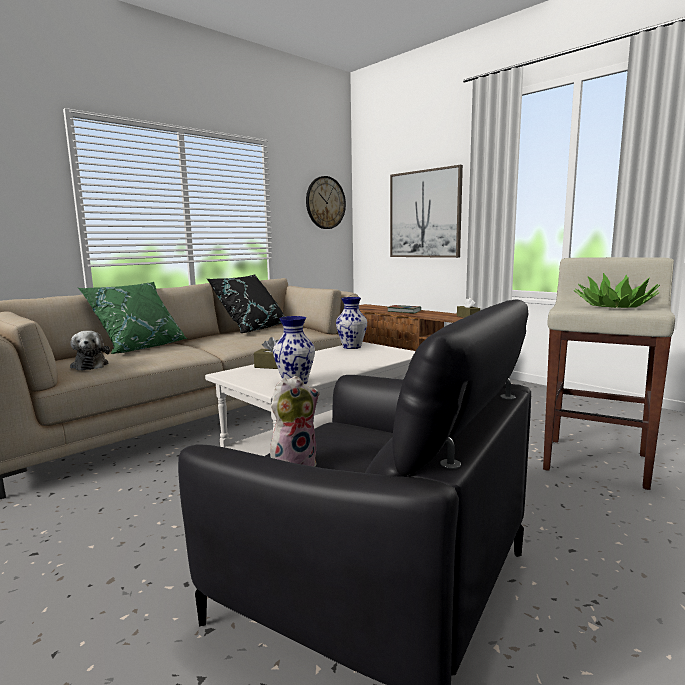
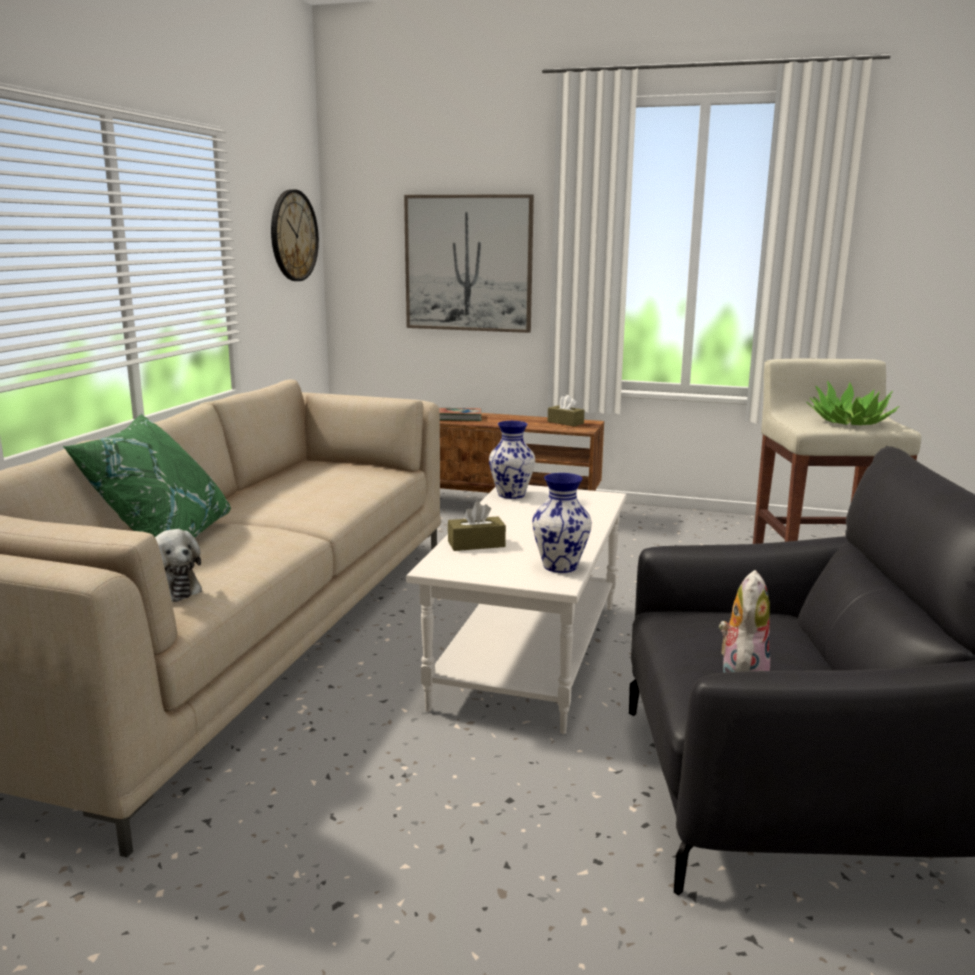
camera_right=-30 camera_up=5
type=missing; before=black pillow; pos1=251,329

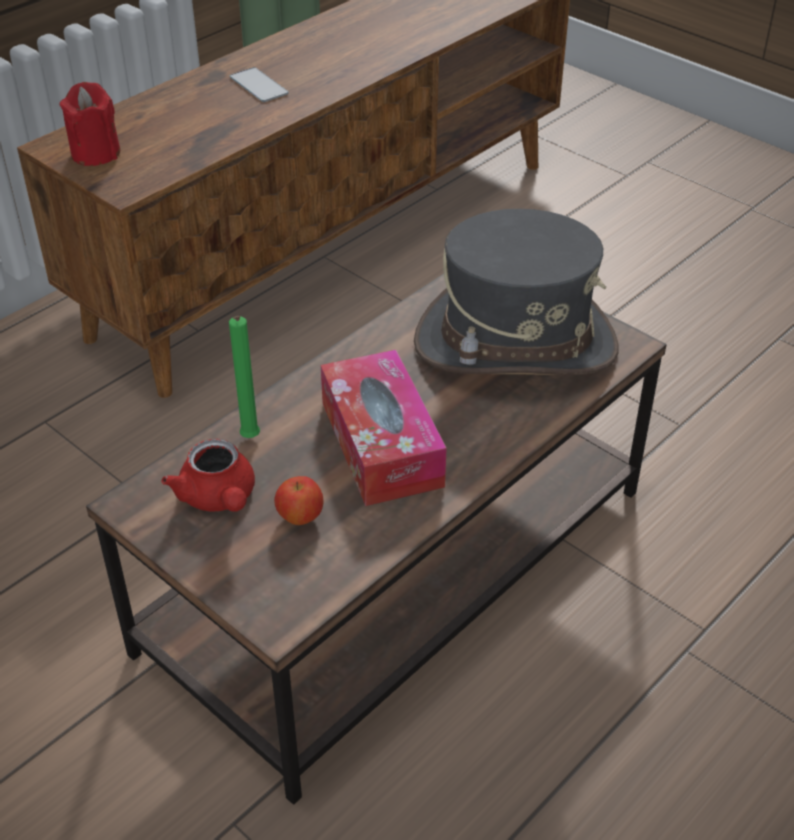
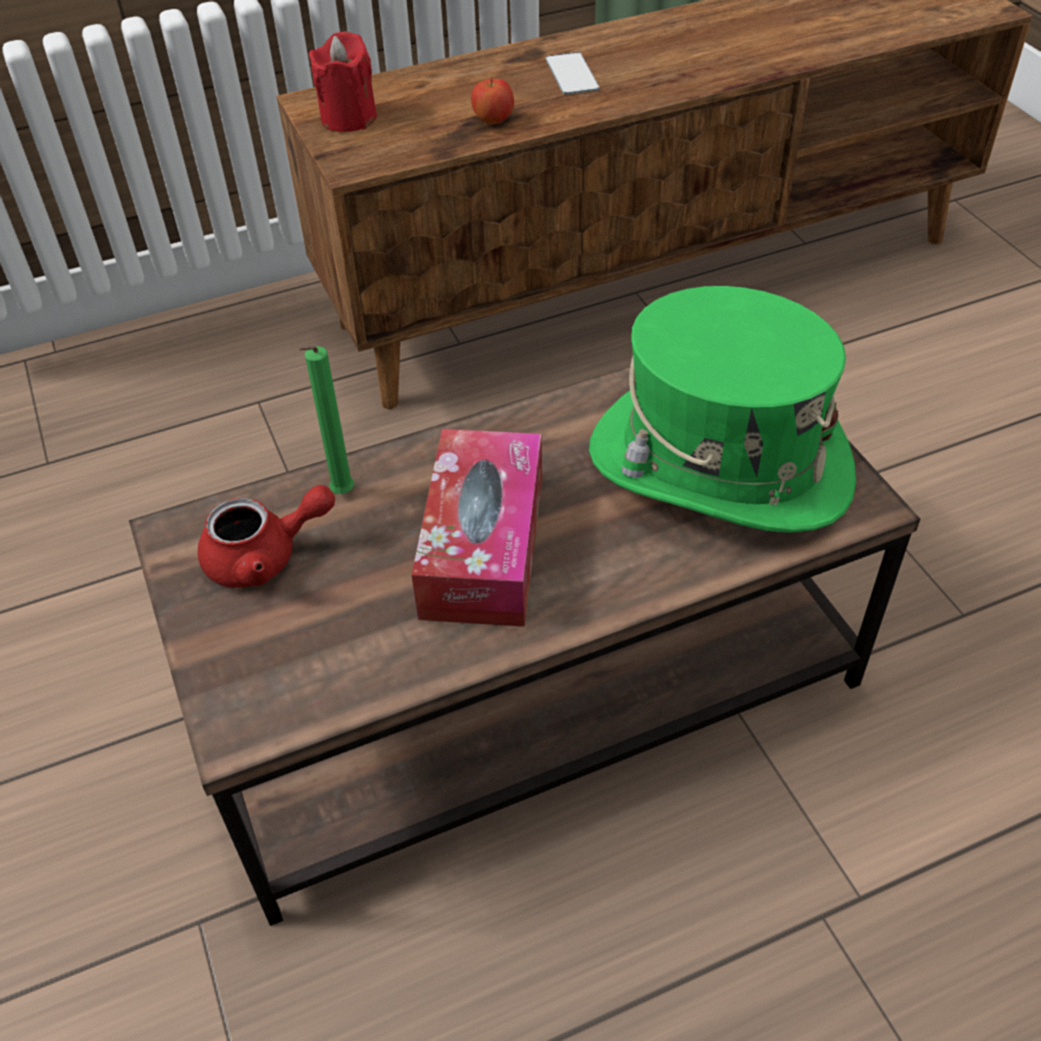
camera_right=25 camera_up=5
type=spun; before=red teapot; pos1=219,498; pos2=265,557; turn=-105
type=relocated; before=apple; pos1=300,517; pos2=493,121
type=colour; before=grey hat; after=green hat; pos1=515,344; pos2=718,464

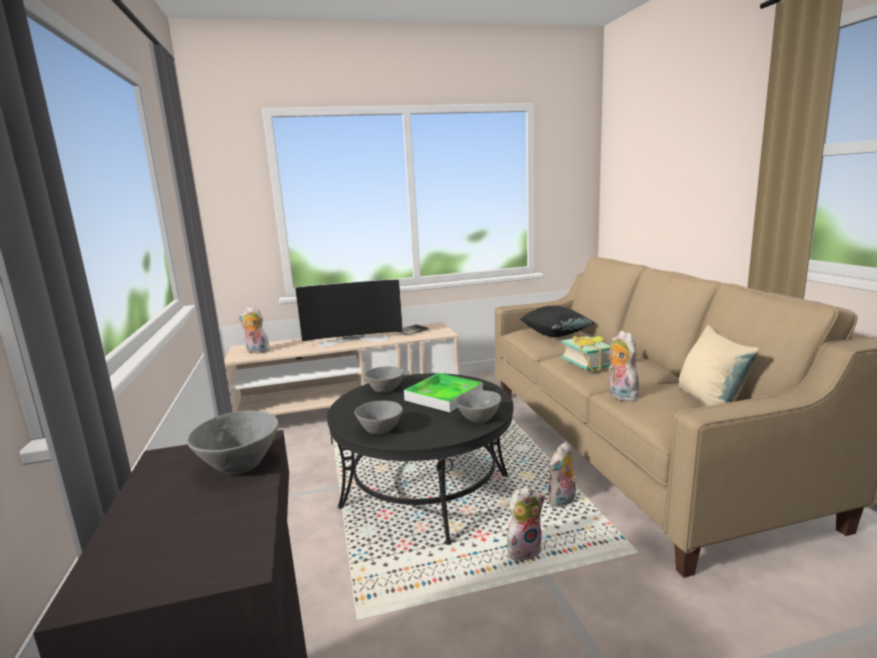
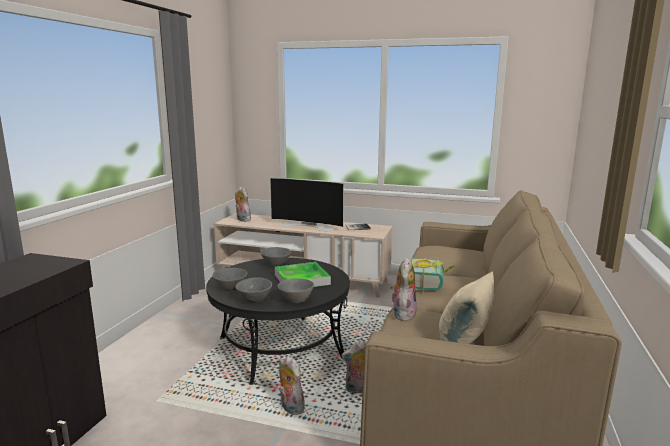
camera_right=30 camera_up=0
type=relocated; before=grey bowl; pos1=237,466; pos2=253,300
type=spun; before=plush toy; pos1=524,549; pos2=290,407; turn=-135
type=missing; before=black pillow; pos1=555,334

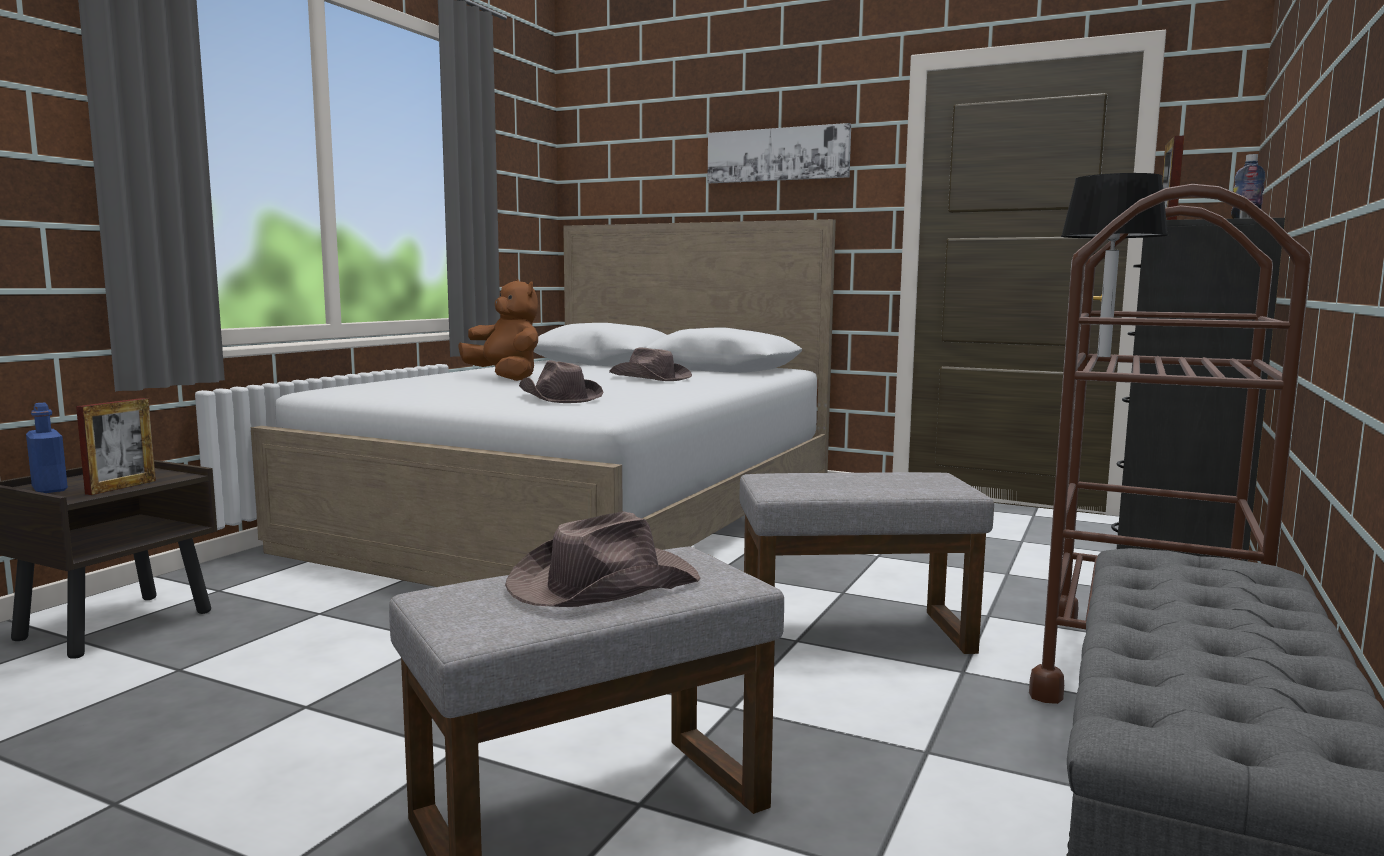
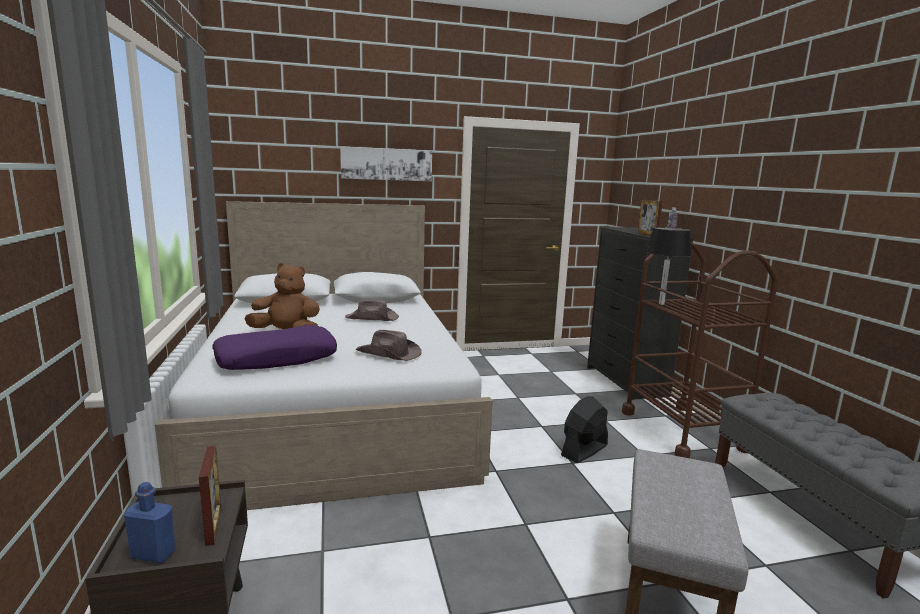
camera_right=-40 camera_up=5
type=appeared; after=purple pillow; pos2=277,359
type=exchanged; before=grey ottoman; after=black fan; pos1=852,635; pos2=584,450
type=missing; before=brown hat; pos1=601,584

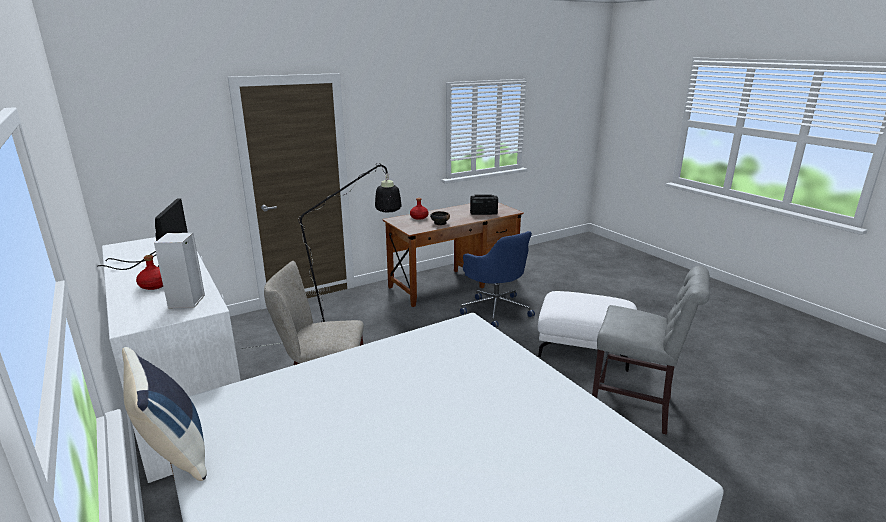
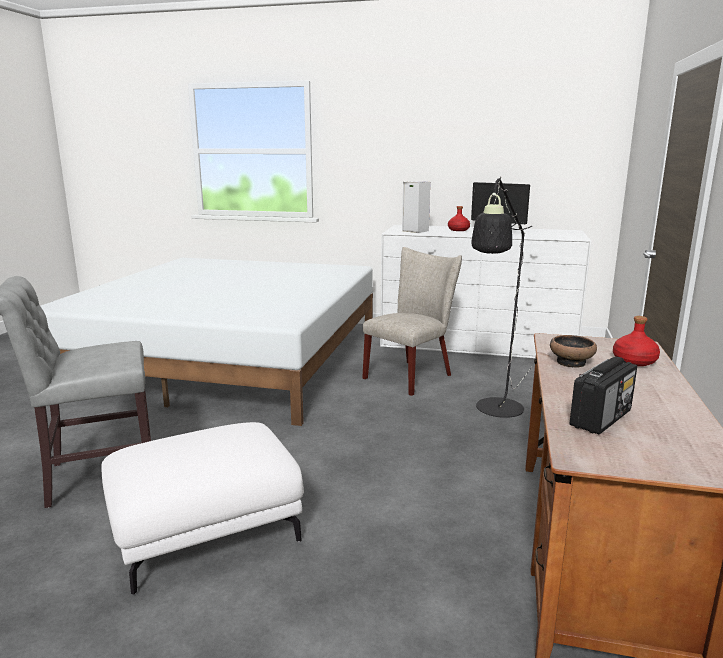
camera_right=135 camera_up=-5
type=missing; before=blue pillow; pos1=173,452
type=missing; before=blue office chair; pos1=495,309

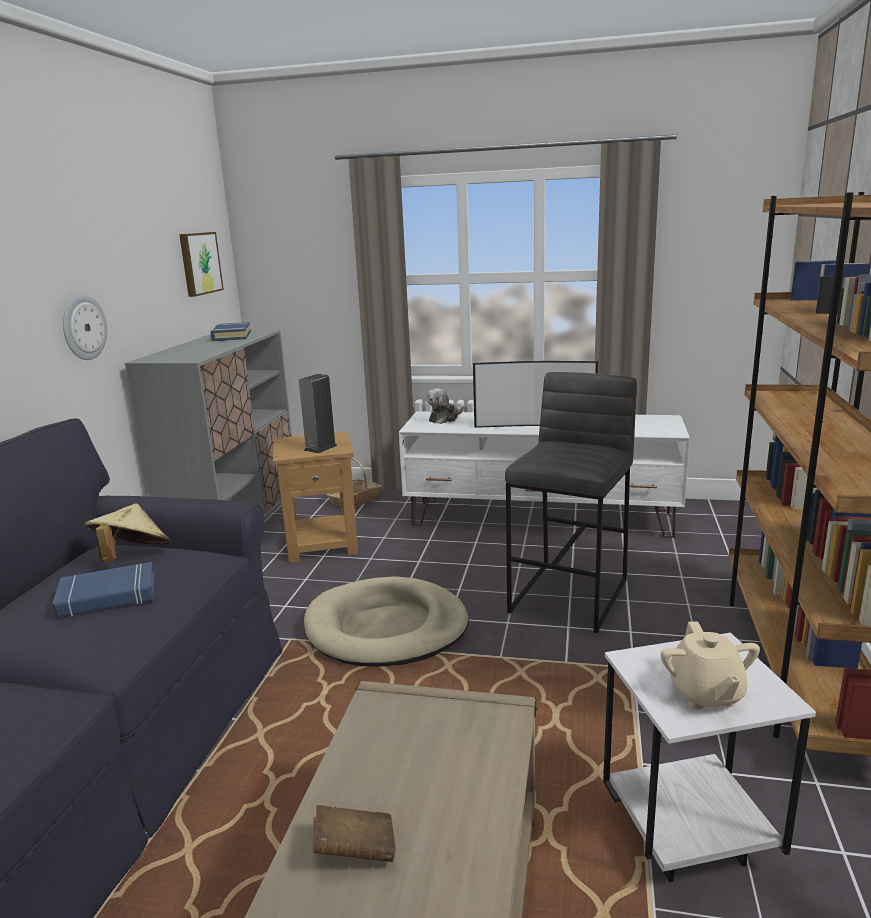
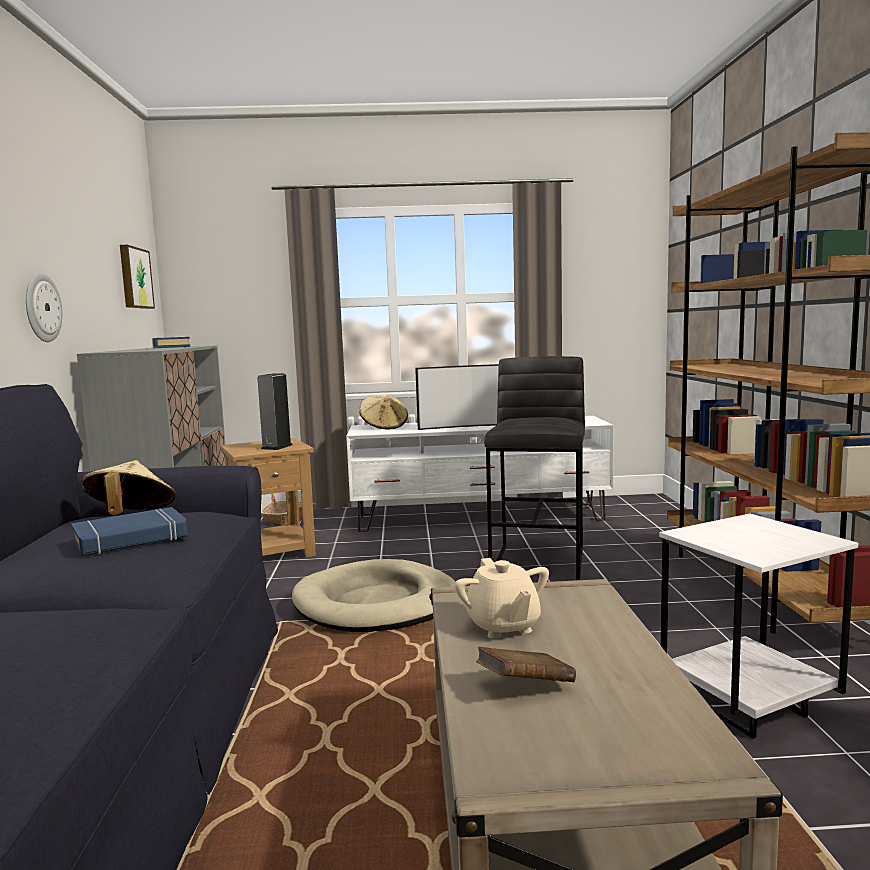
camera_right=-15 camera_up=-10
type=exchanged; before=plush toy; after=beige hat; pos1=445,418; pos2=384,427
type=relocated; before=beige teapot; pos1=705,694; pos2=503,626

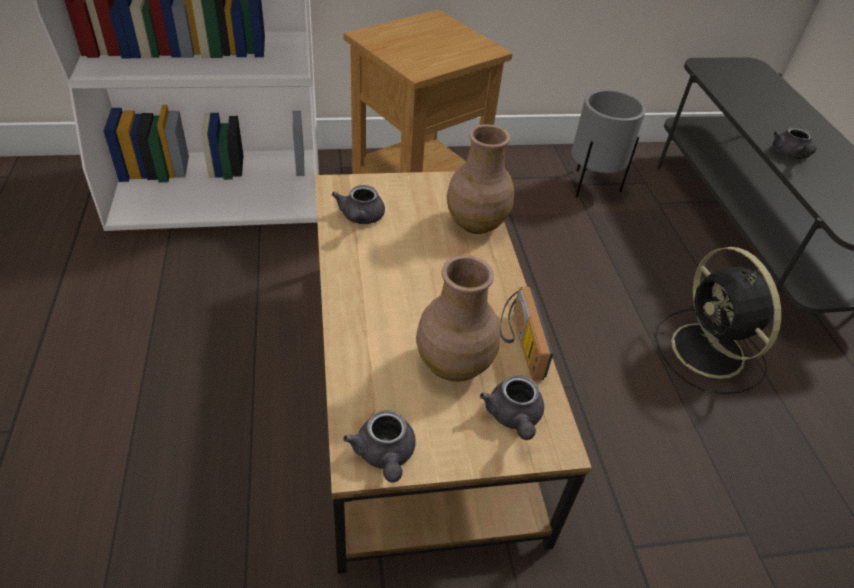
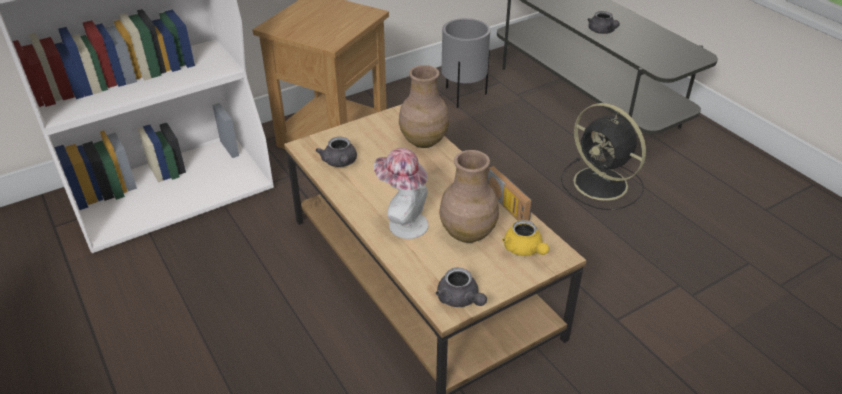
camera_right=-20 camera_up=-5
type=appeared; after=hat; pos2=403,224
type=colour; before=grey teapot; after=yellow teapot; pos1=514,418; pos2=524,250

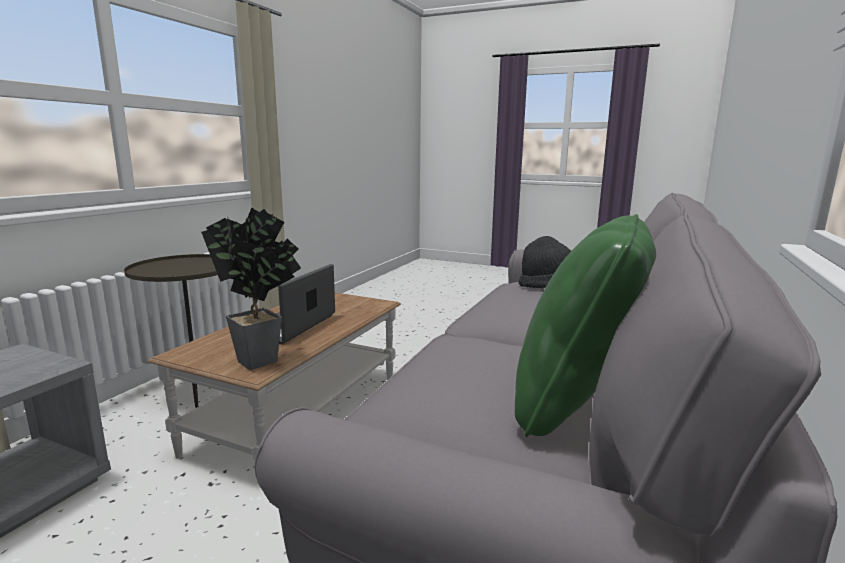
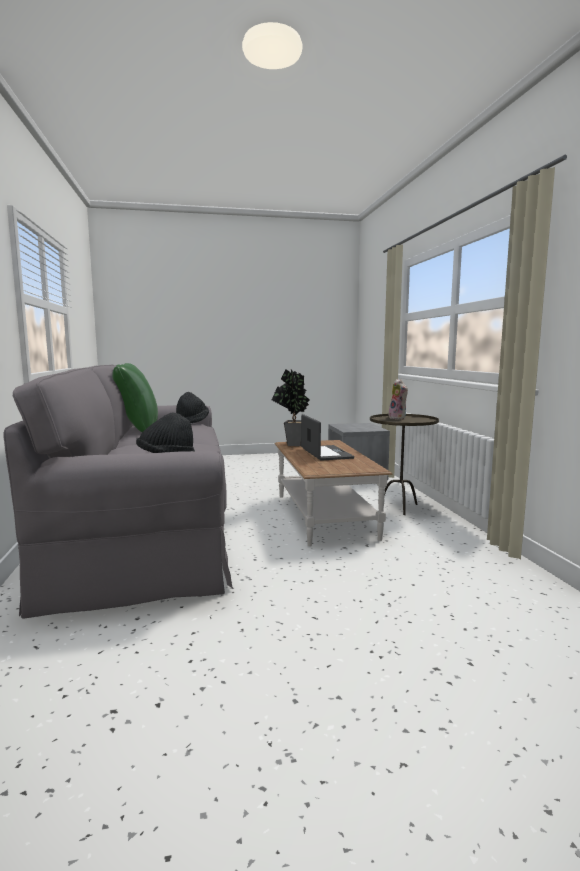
camera_right=145 camera_up=-5
type=appeared; after=black hat; pos2=192,421
type=appeared; after=plush toy; pos2=398,418

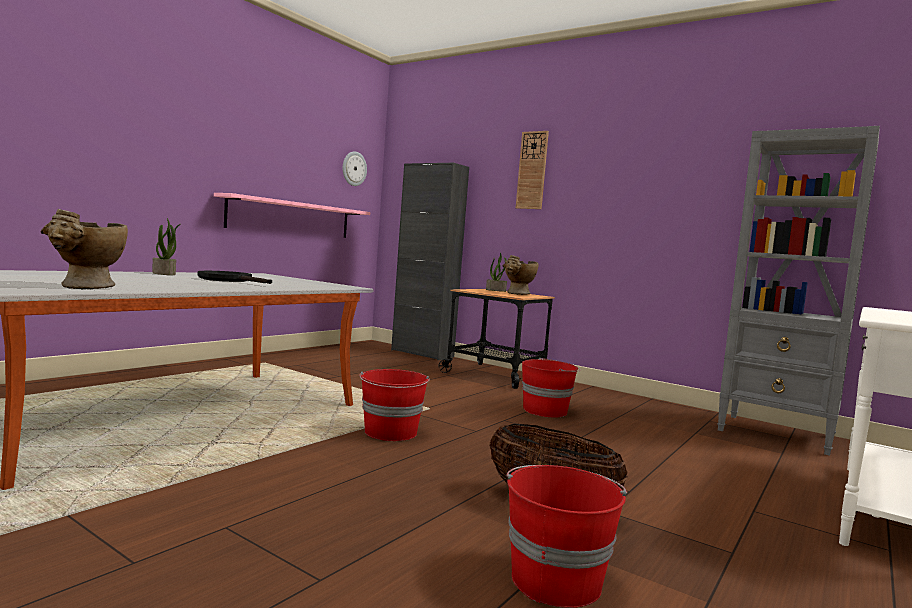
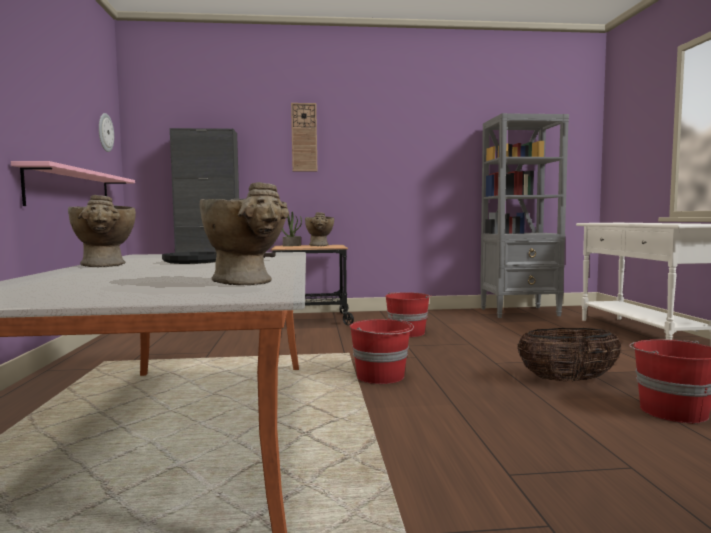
camera_right=-40 camera_up=0
type=exchanged; before=potted plant; after=beige vase; pos1=164,273; pos2=105,266

